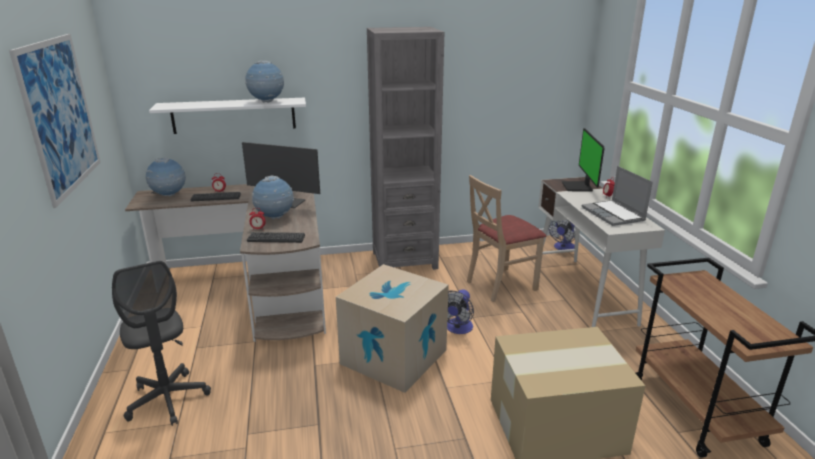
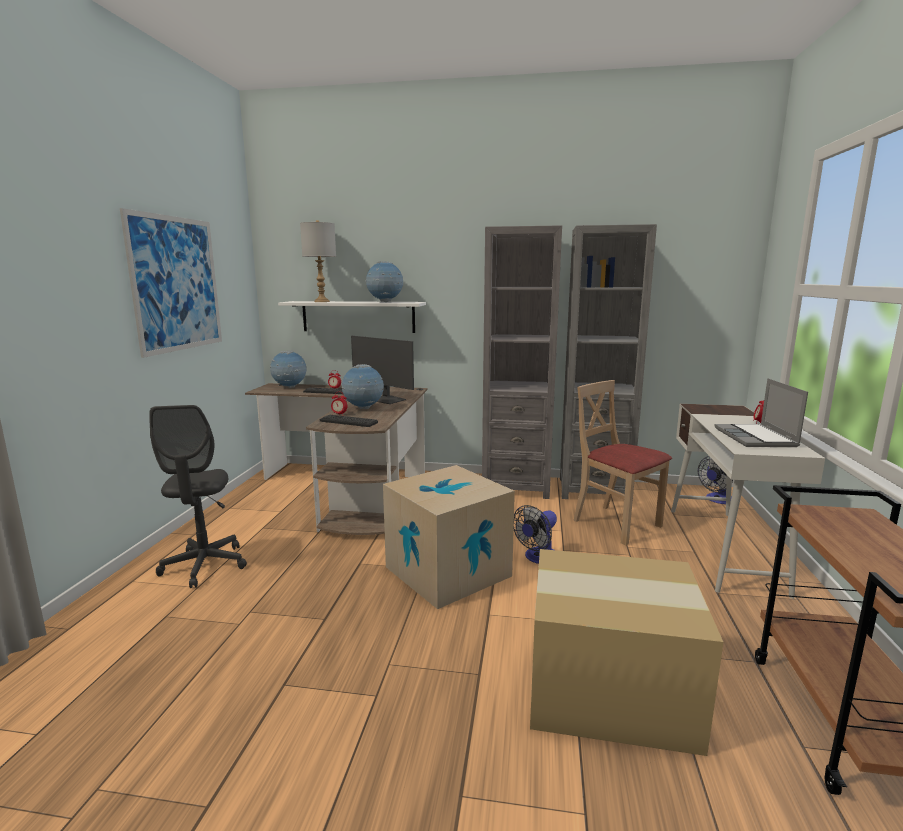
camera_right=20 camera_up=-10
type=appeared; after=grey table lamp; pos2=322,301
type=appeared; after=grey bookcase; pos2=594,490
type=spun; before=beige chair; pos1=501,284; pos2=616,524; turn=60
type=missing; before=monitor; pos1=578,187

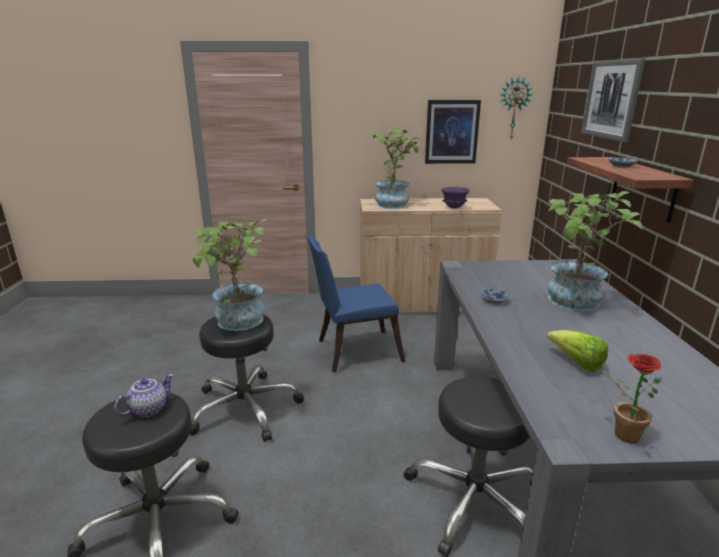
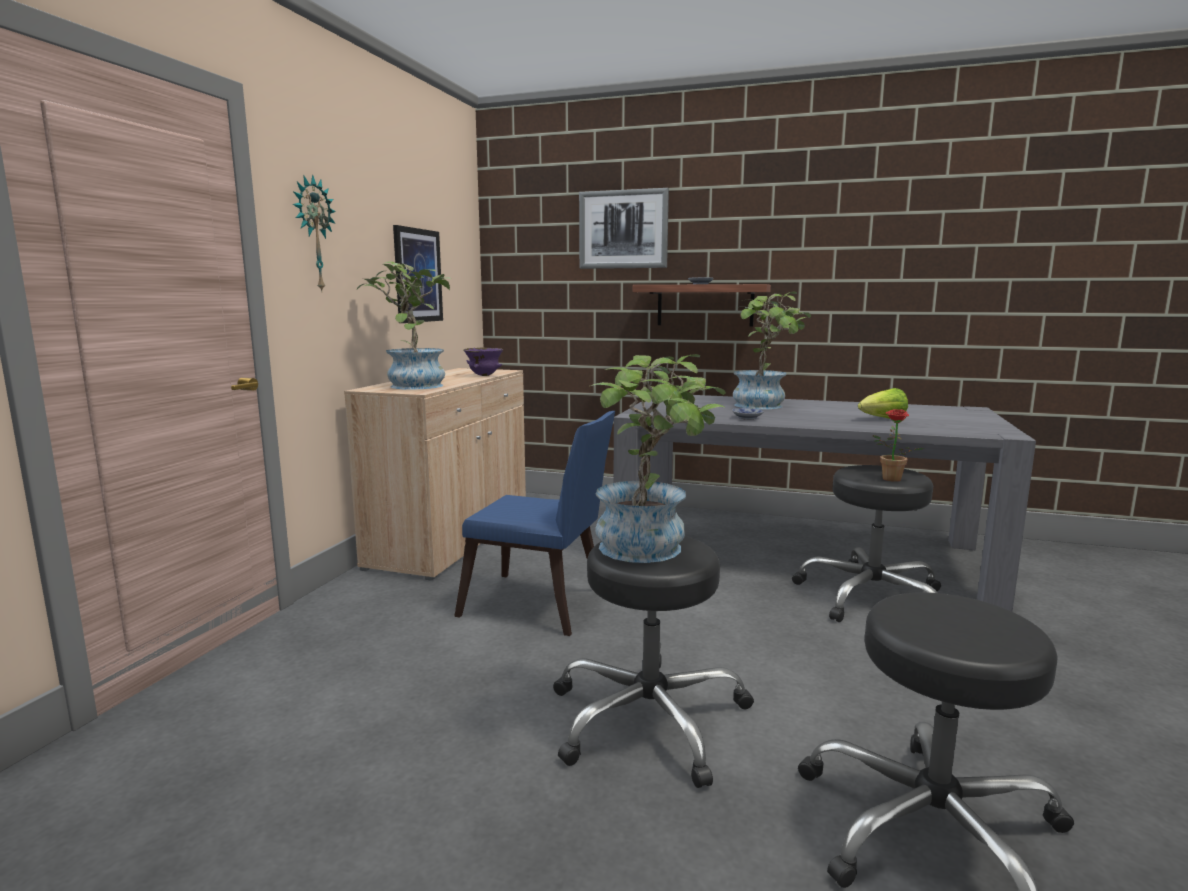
camera_right=-70 camera_up=-10
type=relocated; before=wall clock; pos1=513,108; pos2=313,234
type=spun; before=blue chair; pos1=353,351; pos2=542,605; turn=-75
type=relocated; before=potted plant; pos1=620,434; pos2=889,480
type=missing; before=teapot; pos1=148,409

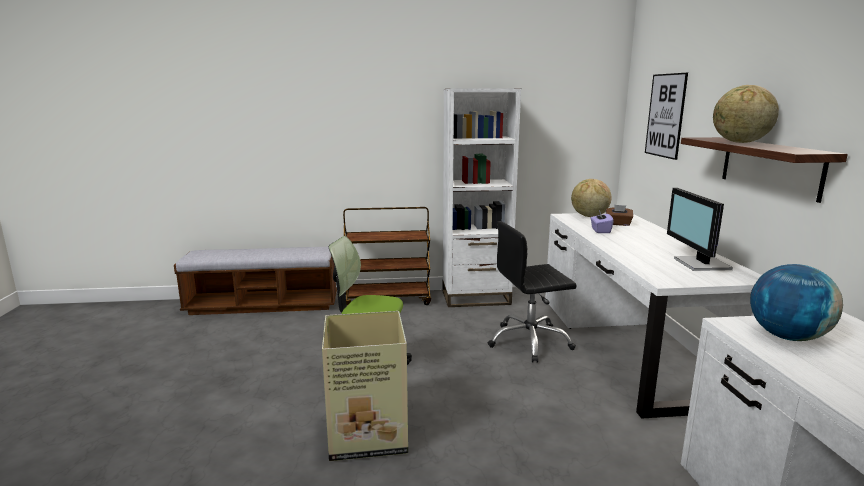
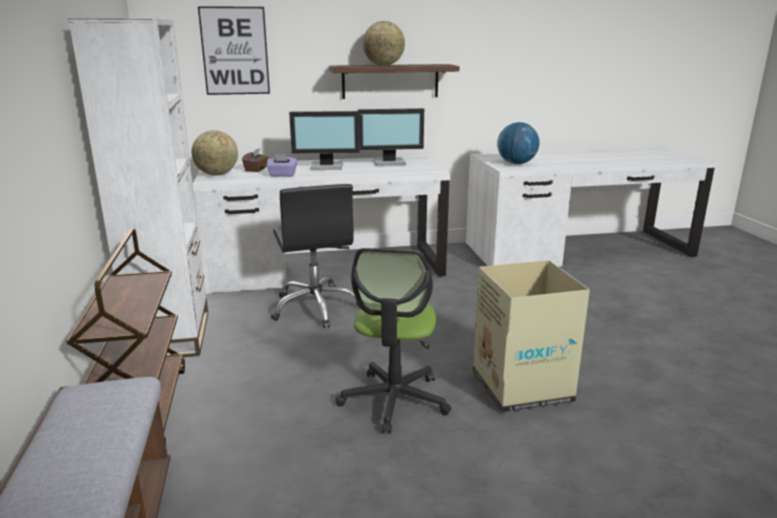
camera_right=-95 camera_up=5
type=appeared; after=monitor; pos2=327,167

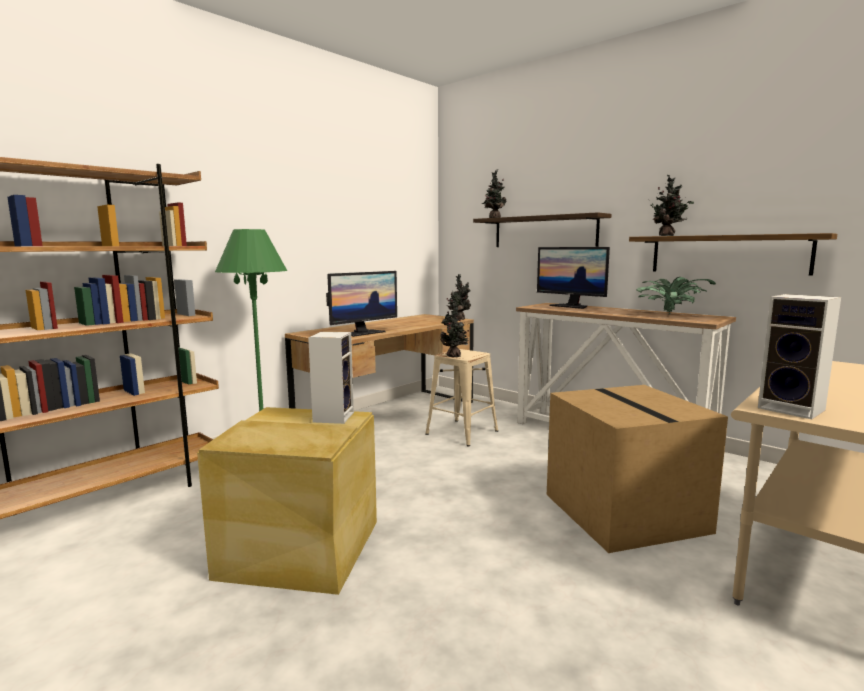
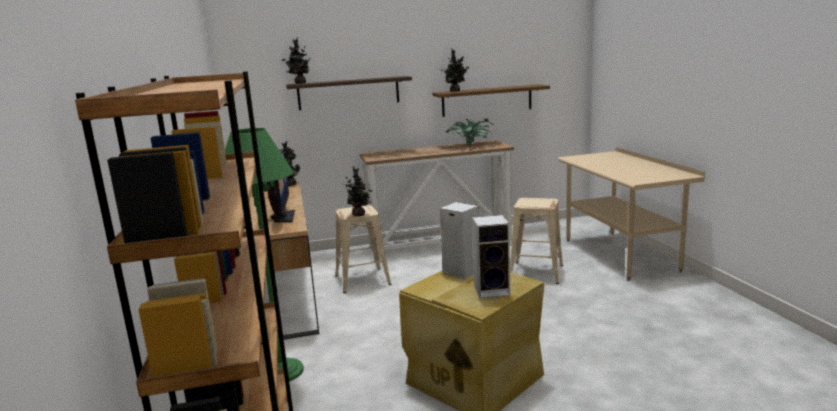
camera_right=-55 camera_up=5
type=relocated; before=speaker; pos1=794,409; pos2=493,290
type=exchanged; before=cardboard box; after=beige stool; pos1=627,513; pos2=536,272
type=missing; before=monitor; pos1=571,306

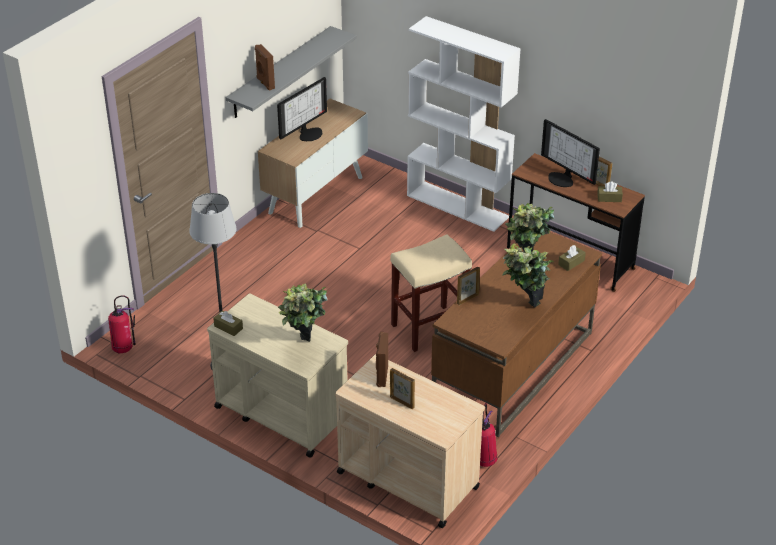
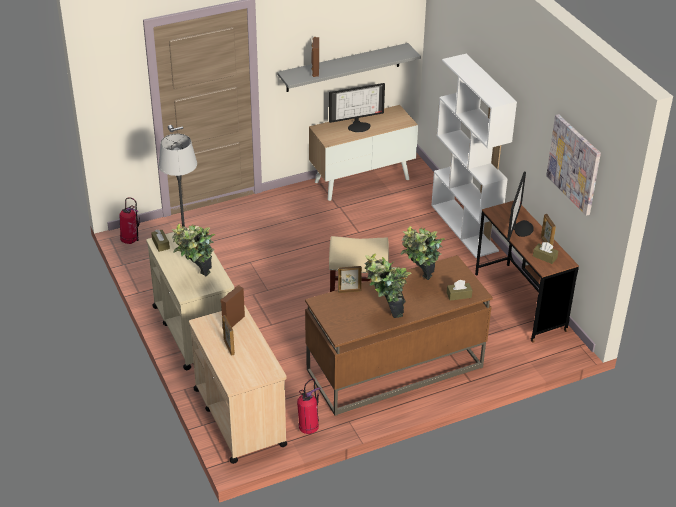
camera_right=30 camera_up=0
type=spun; before=monitor; pos1=563,178; pos2=520,228; turn=-150
type=appeared; after=picture; pos2=574,164

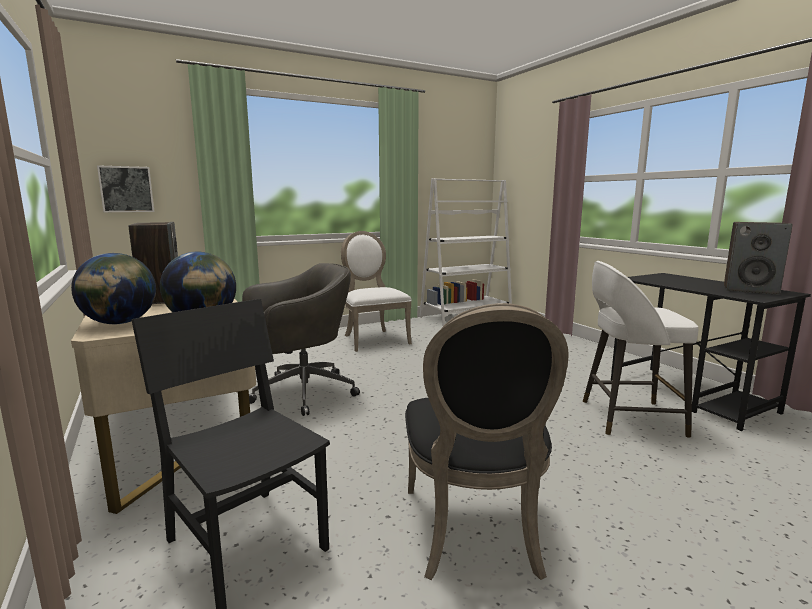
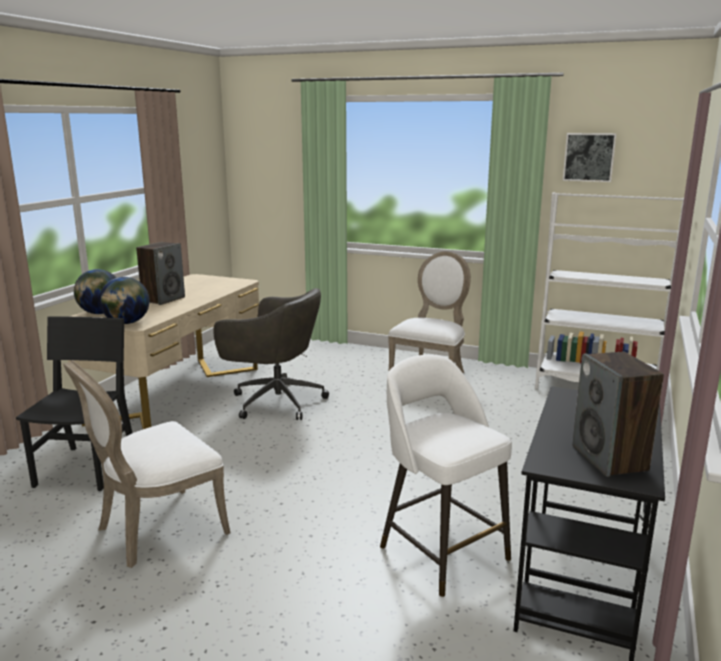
camera_right=50 camera_up=5
type=colour; before=black chair; after=white chair; pos1=476,533; pos2=156,530
type=relocated; before=picture; pos1=126,189; pos2=589,157

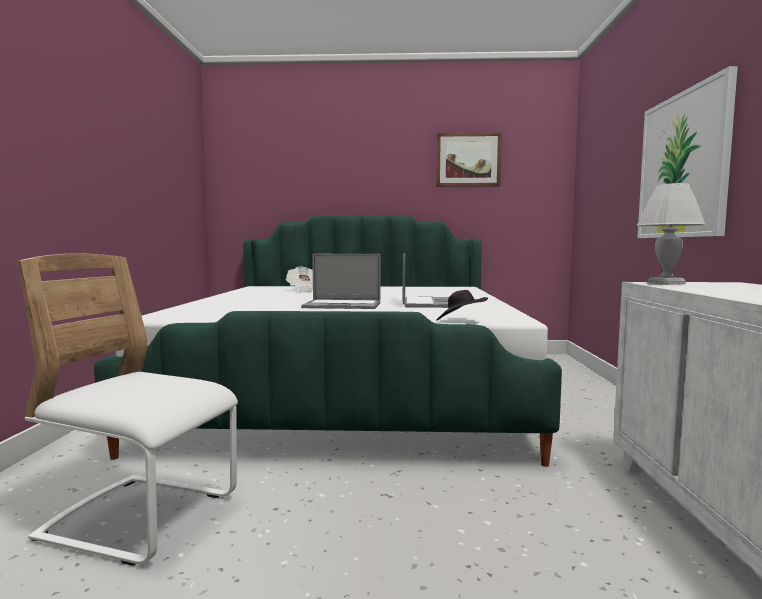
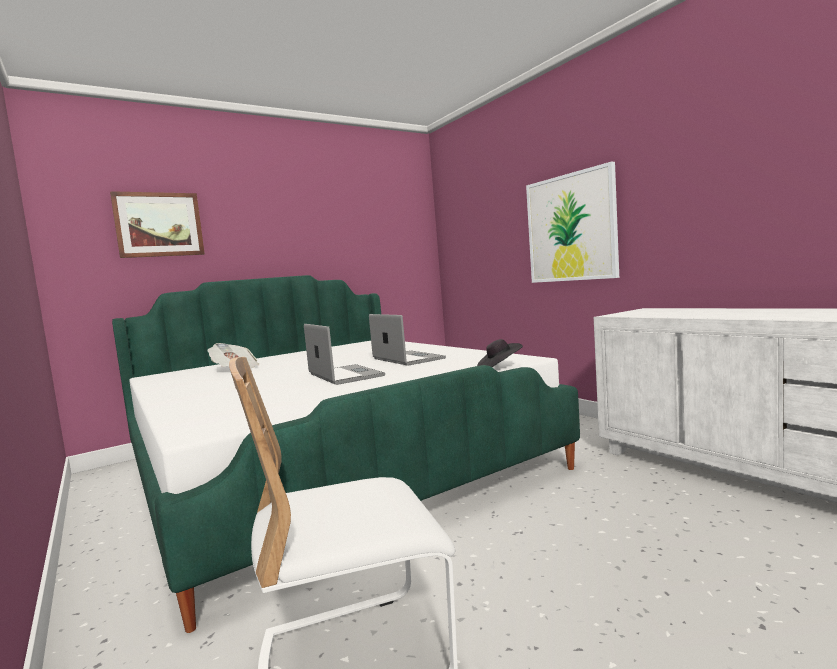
camera_right=-35 camera_up=0
type=relocated; before=picture; pos1=468,160; pos2=159,225
type=spun; before=laptop; pos1=342,305; pos2=345,375; turn=-90
type=missing; before=white table lamp; pos1=666,283

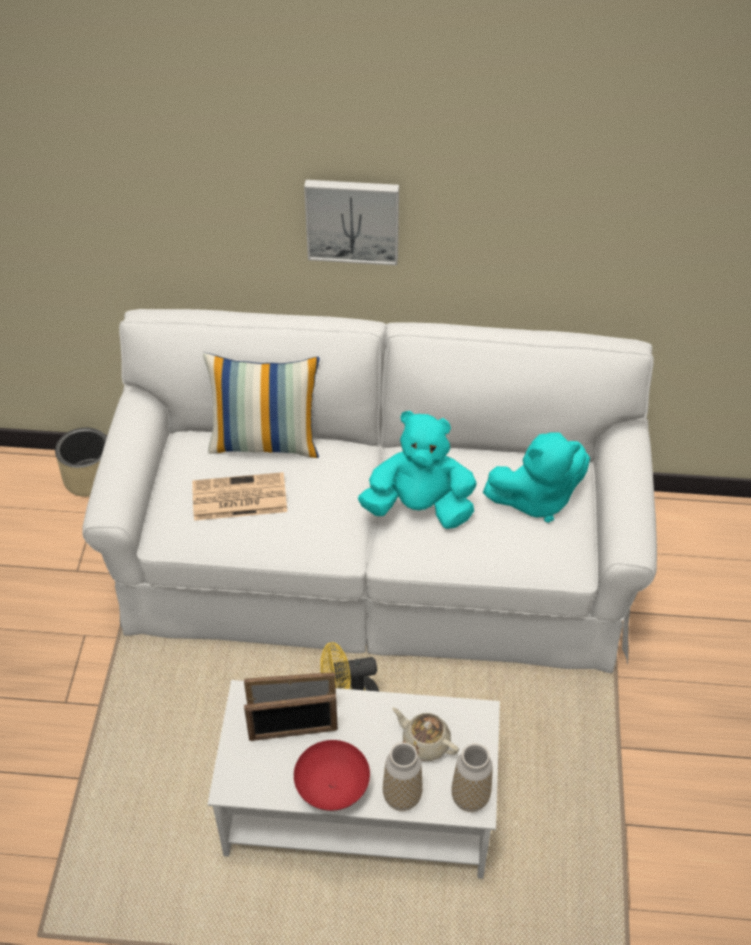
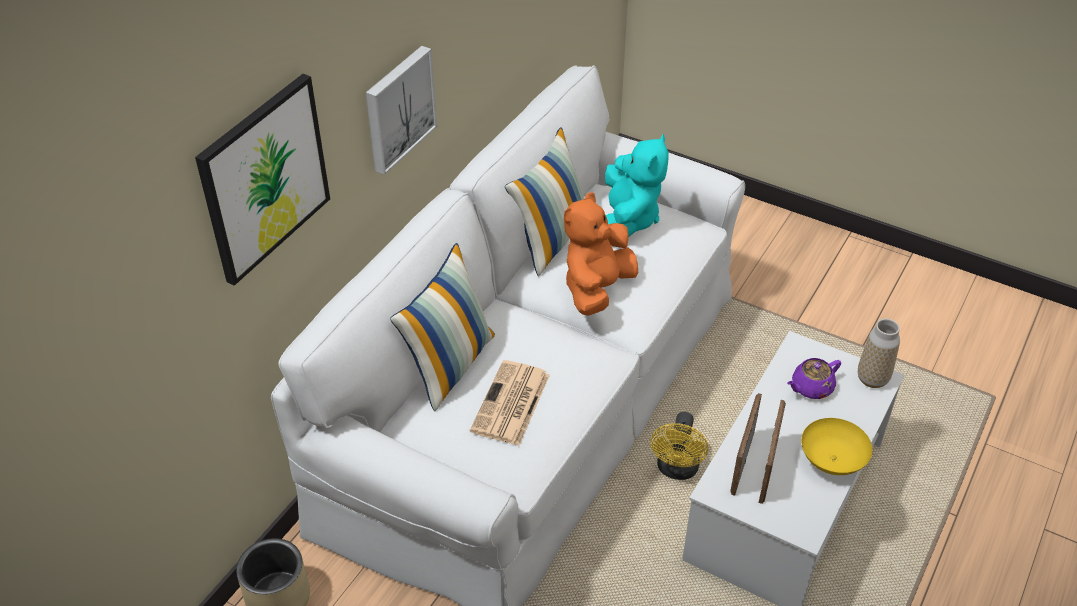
camera_right=-65 camera_up=-5
type=appeared; after=picture; pos2=264,178
type=appeared; after=pillow; pos2=550,239
type=colour; before=turquoise plush toy; after=orange plush toy; pos1=419,508; pos2=597,289
type=colour; before=beige teapot; after=purple teapot; pos1=425,742; pos2=811,388
type=colour; before=red bowl; after=yellow bowl; pos1=333,787; pos2=832,460
type=missing; before=vase; pos1=402,796

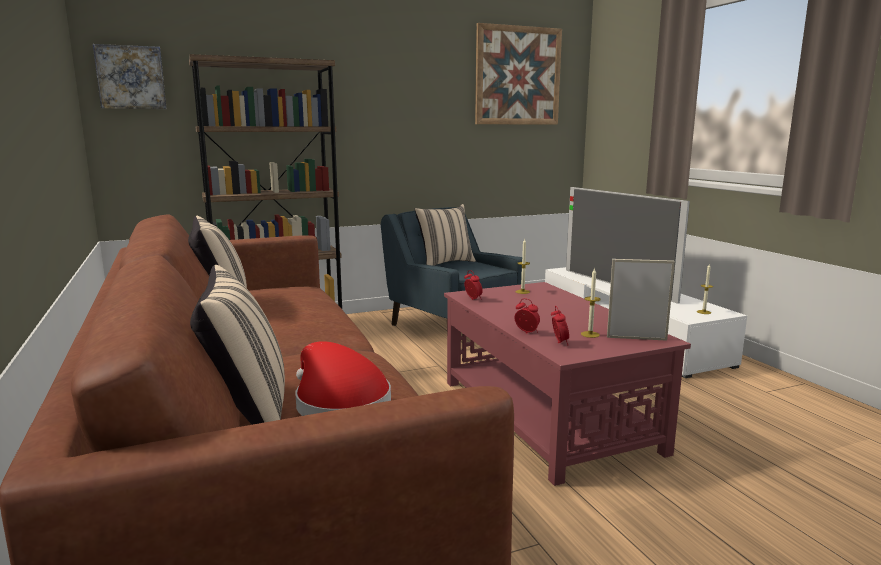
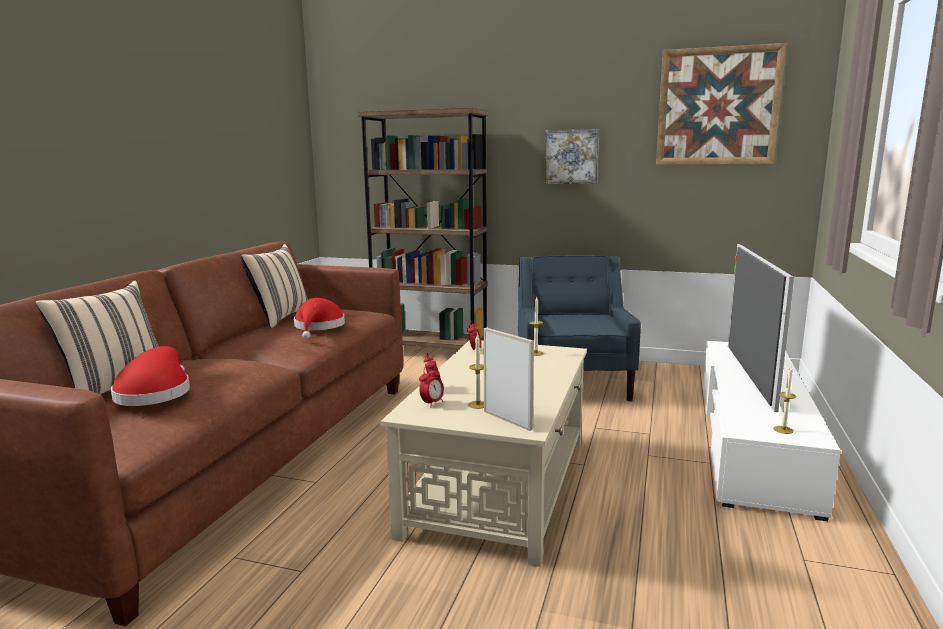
camera_right=40 camera_up=0
type=appeared; after=red hat; pos2=318,327
type=colour; before=red coffee table; after=beige coffee table; pos1=546,414; pos2=500,484
type=relocated; before=picture; pos1=131,77; pos2=572,157
type=missing; before=beige pillow; pos1=444,263

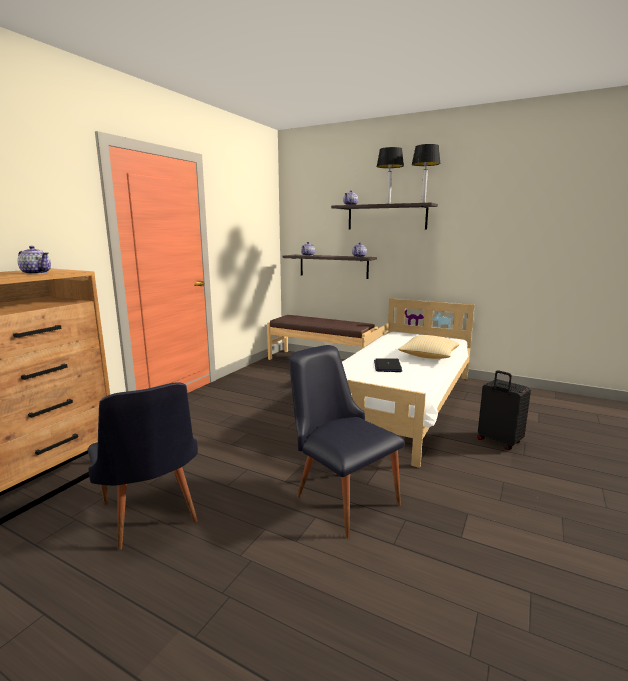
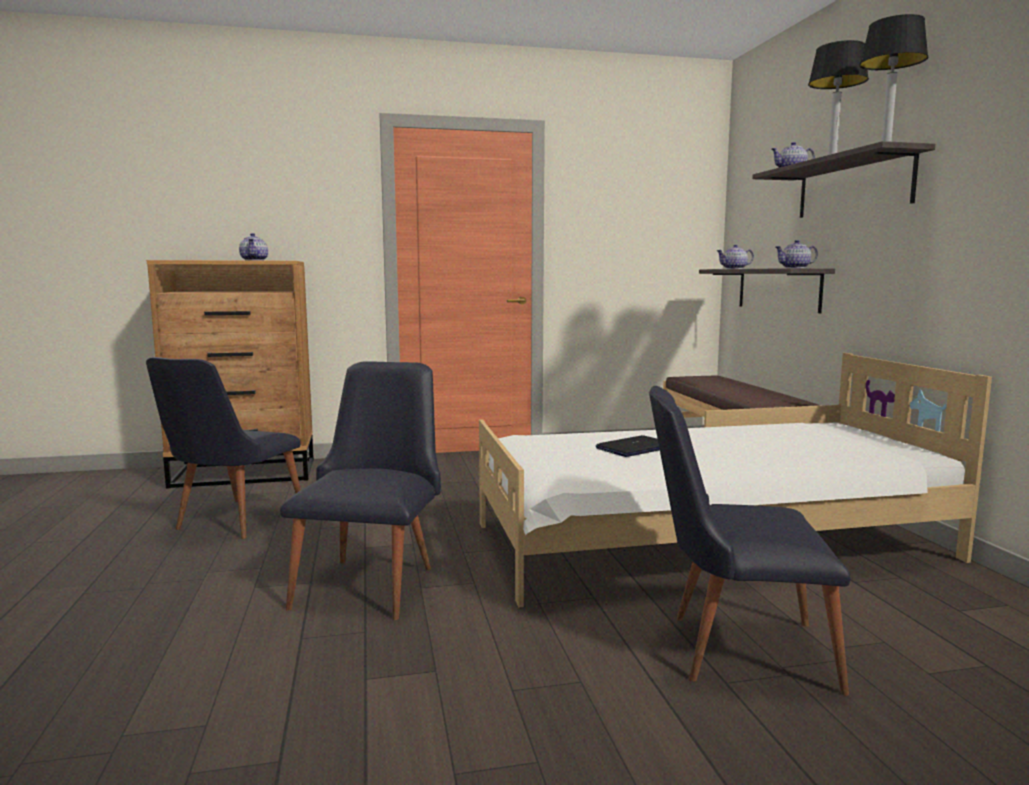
camera_right=50 camera_up=-5
type=exchanged; before=black suitcase; after=black chair; pos1=498,442; pos2=733,648
type=missing; before=pillow; pos1=428,356

